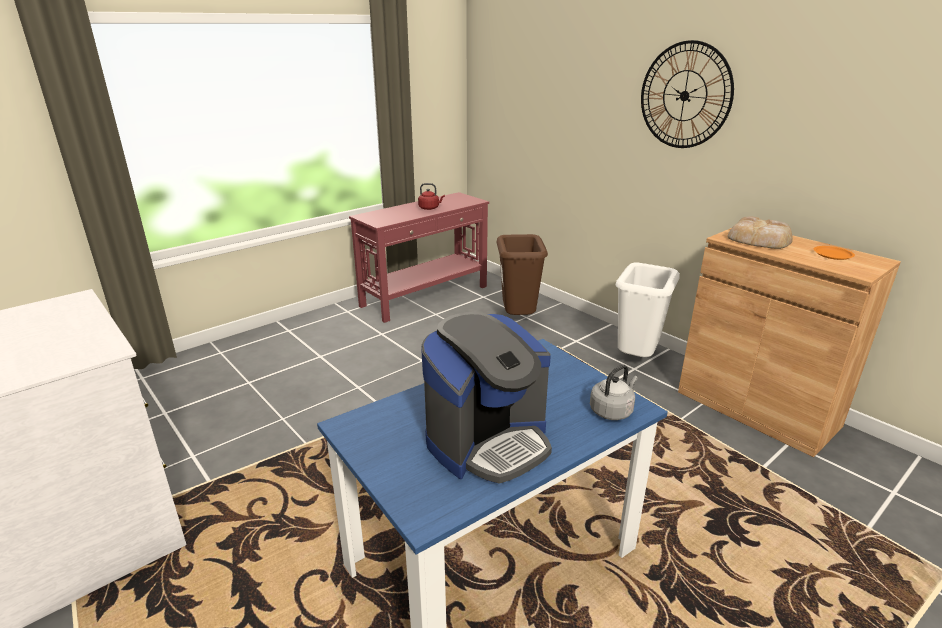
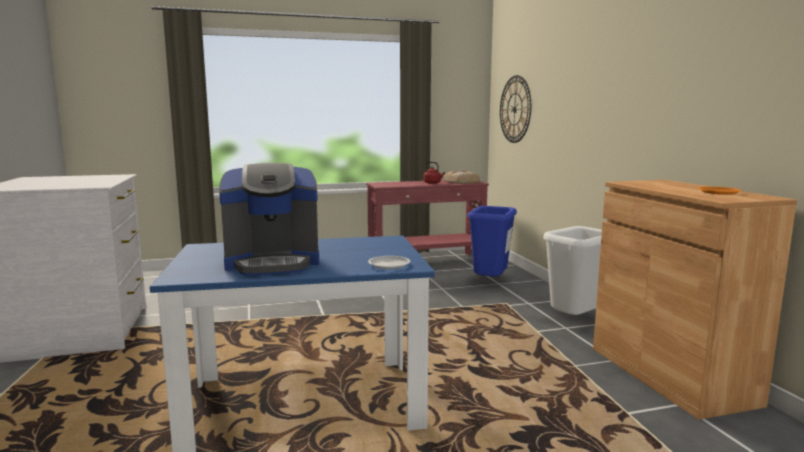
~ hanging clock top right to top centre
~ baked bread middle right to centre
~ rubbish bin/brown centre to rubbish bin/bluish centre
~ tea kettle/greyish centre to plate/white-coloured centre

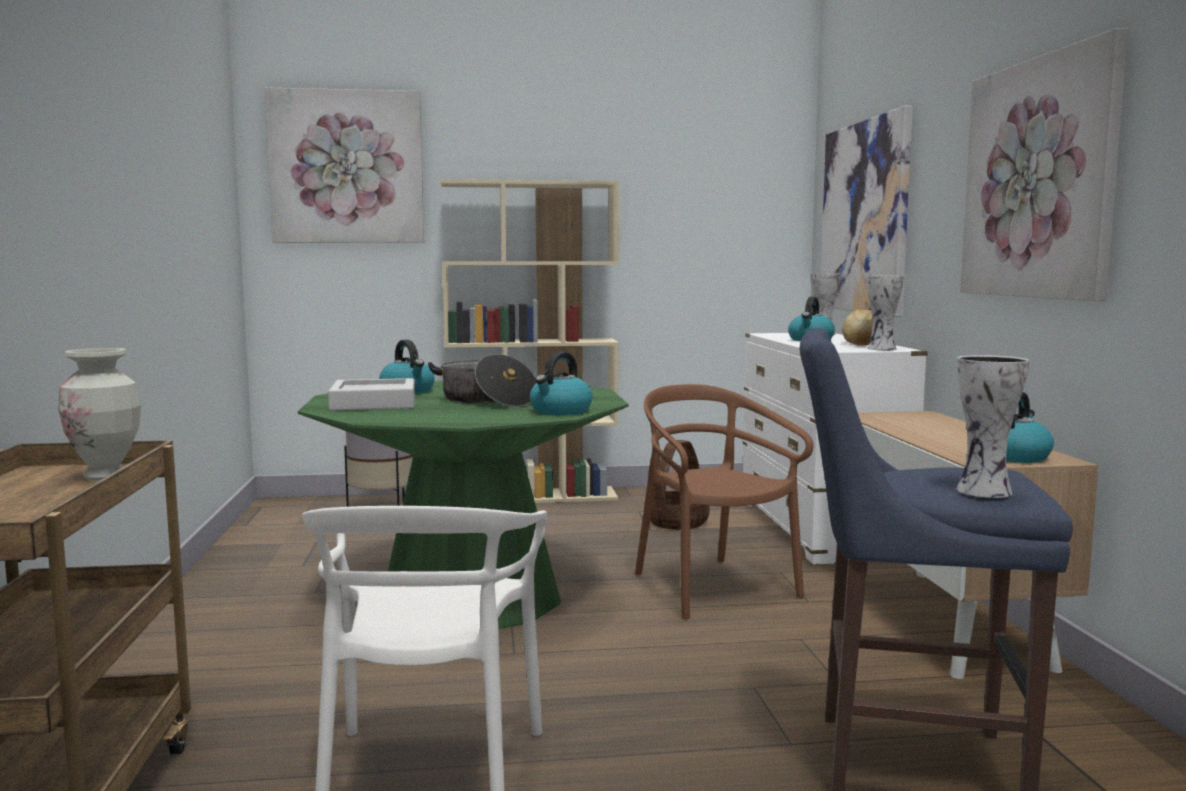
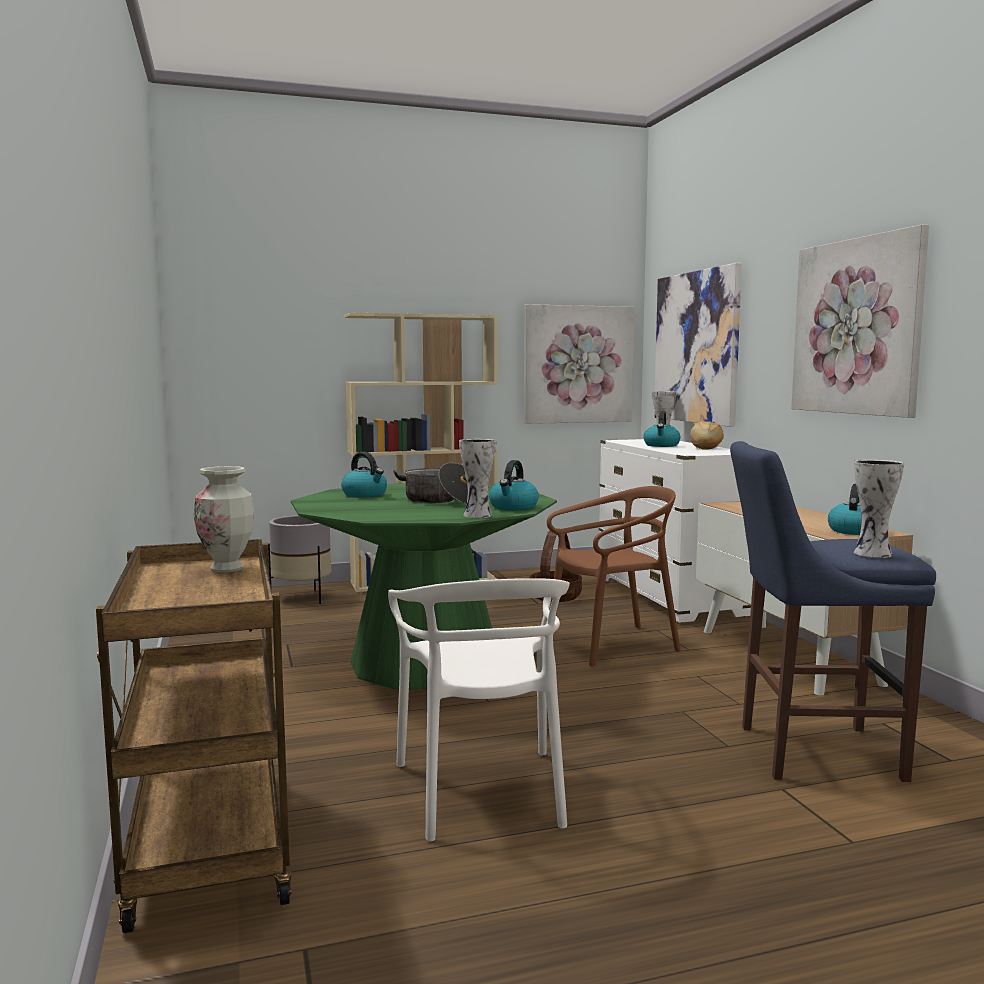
~ wall art (1st from left) top left to centre
~ flower vase (3rd from left in the first image) middle right to flower vase (2nd from left) centre
- serving tray/greyish middle left
~ plain chair/brown centre = centre 105 degrees clockwise

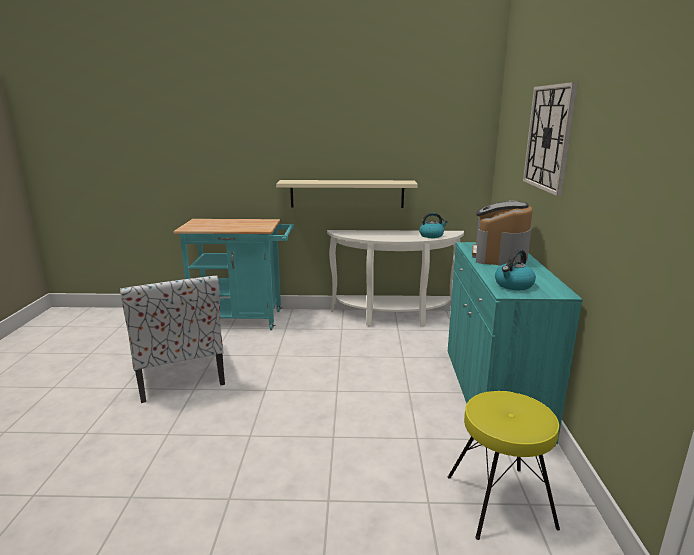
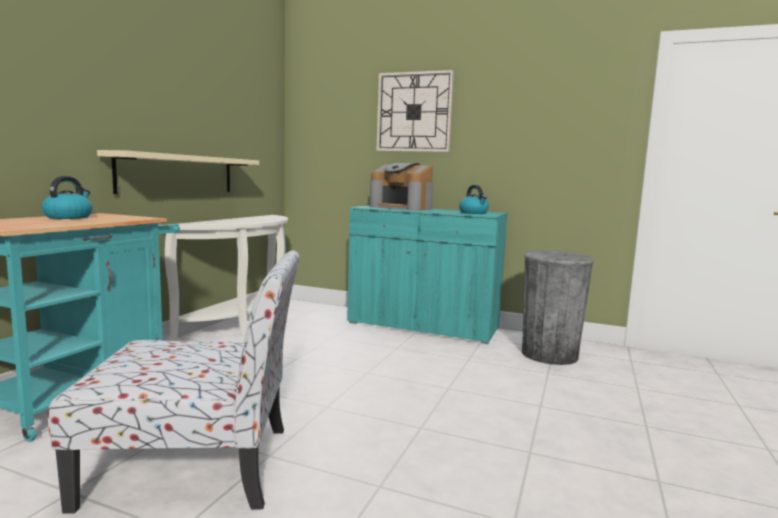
~ tea kettle (1st from left) centre to middle left
~ sitting stool/yellowish bottom right to rubbish bin/greyish middle right

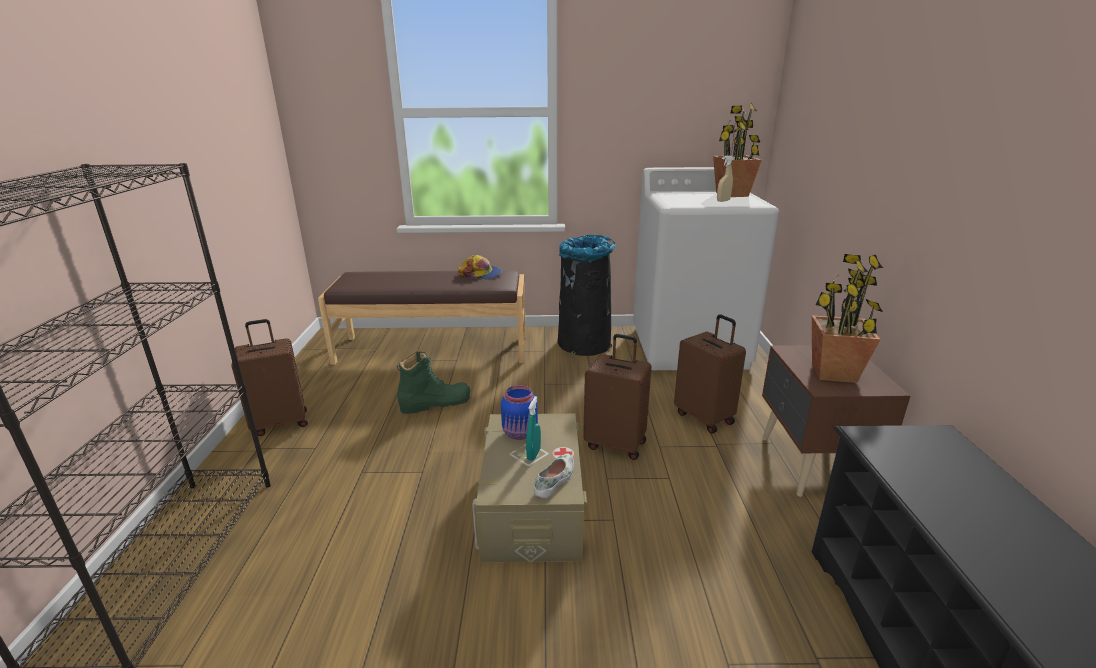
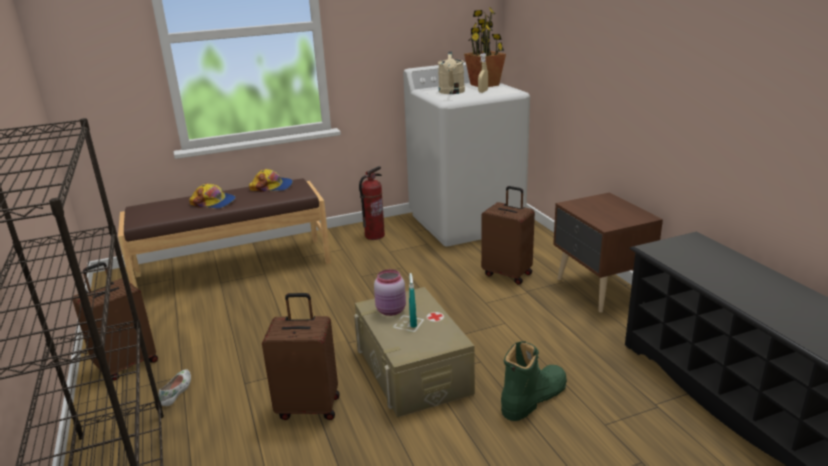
~ rubbish bin/blackish centre to fire extinguisher centre
- plant in a pot (2nd from left) middle right
~ travel case/brown (2nd from left) centre to bottom centre
~ tall boot/green centre to bottom centre
~ storage jar/bluish centre to storage jar/pinkish centre
~ low shoe/white-coloured bottom centre to bottom left
+ watering can/beige-coloured top centre
+ peaked cap (1st from left) middle left

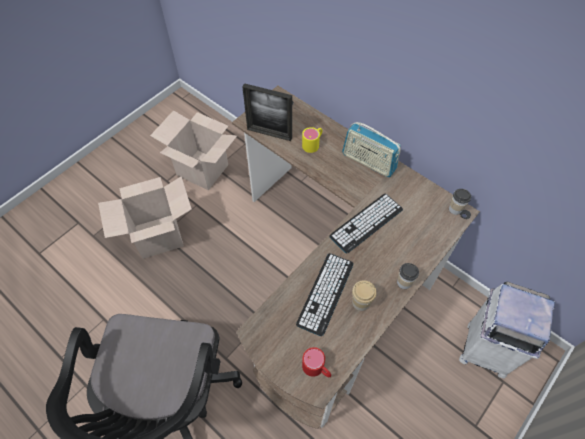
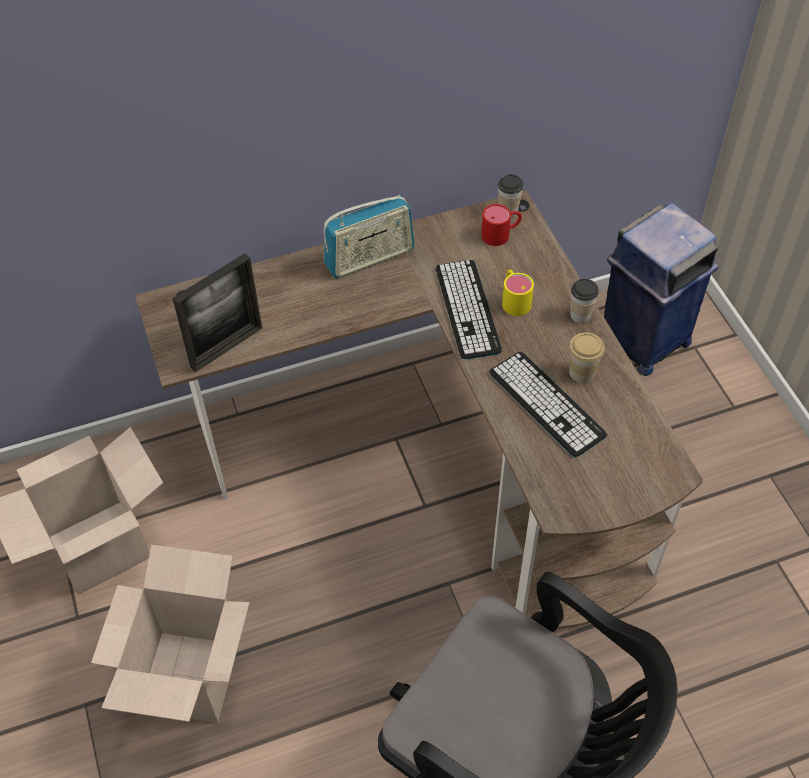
~ tea mug/yellowish top centre to centre
~ rubbish bin/white-coloured bottom right to rubbish bin/bluish middle right
~ tea mug/reddish bottom centre to top centre

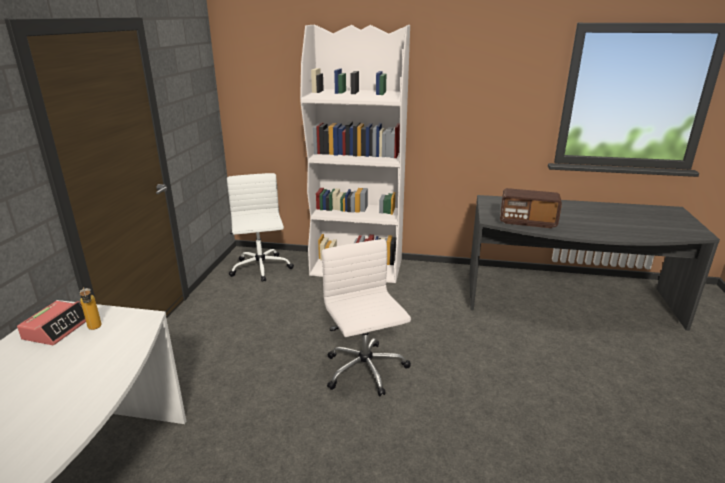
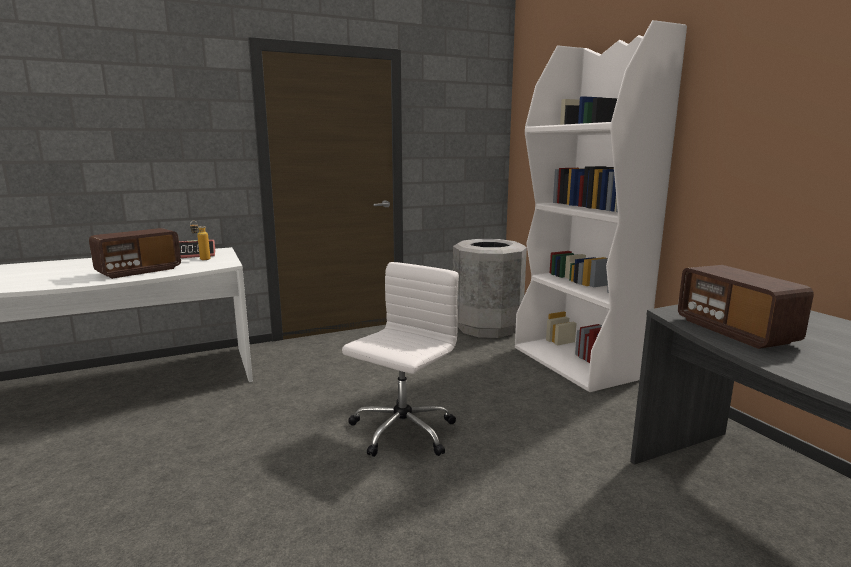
~ desk chair/white-coloured (1st from left) centre to rubbish bin/greyish centre
+ radio (1st from left) middle left

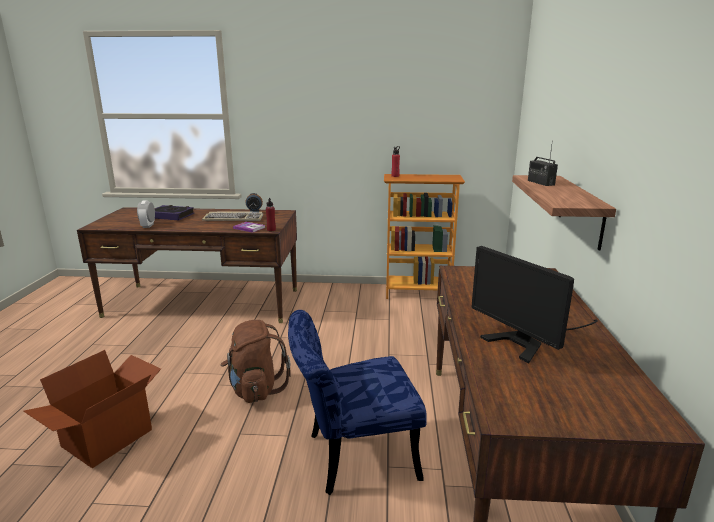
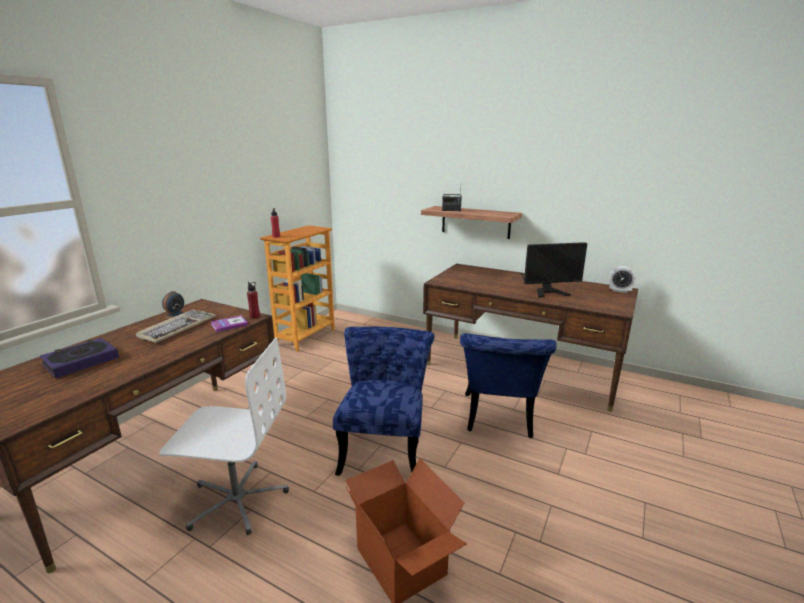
~ alarm clock (1st from left in the first image) middle left to alarm clock (2nd from left) middle right
~ backpack/brown bottom centre to plain chair/bluish (1st from left) centre
+ desk chair/white-coloured bottom left

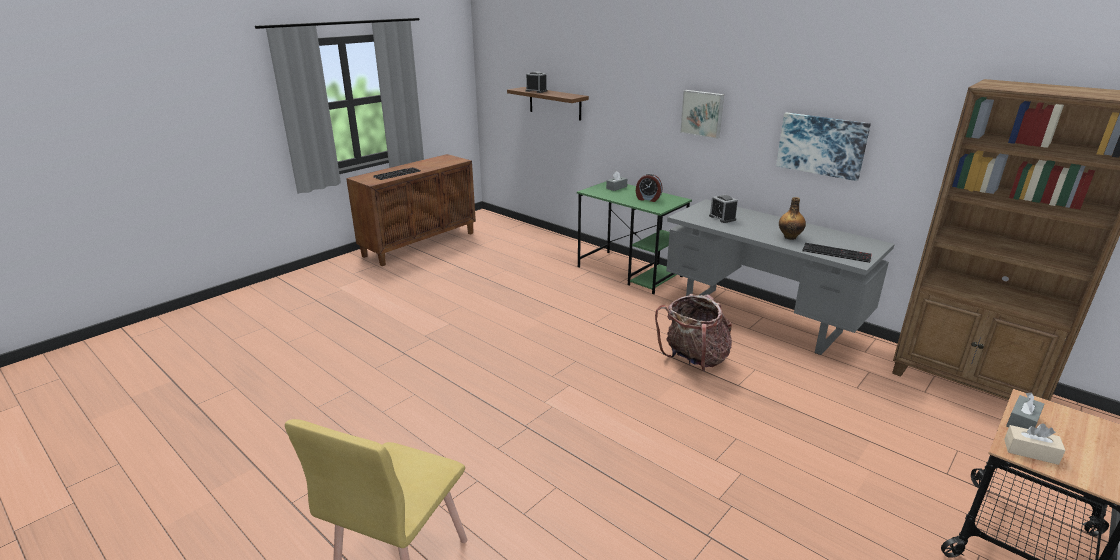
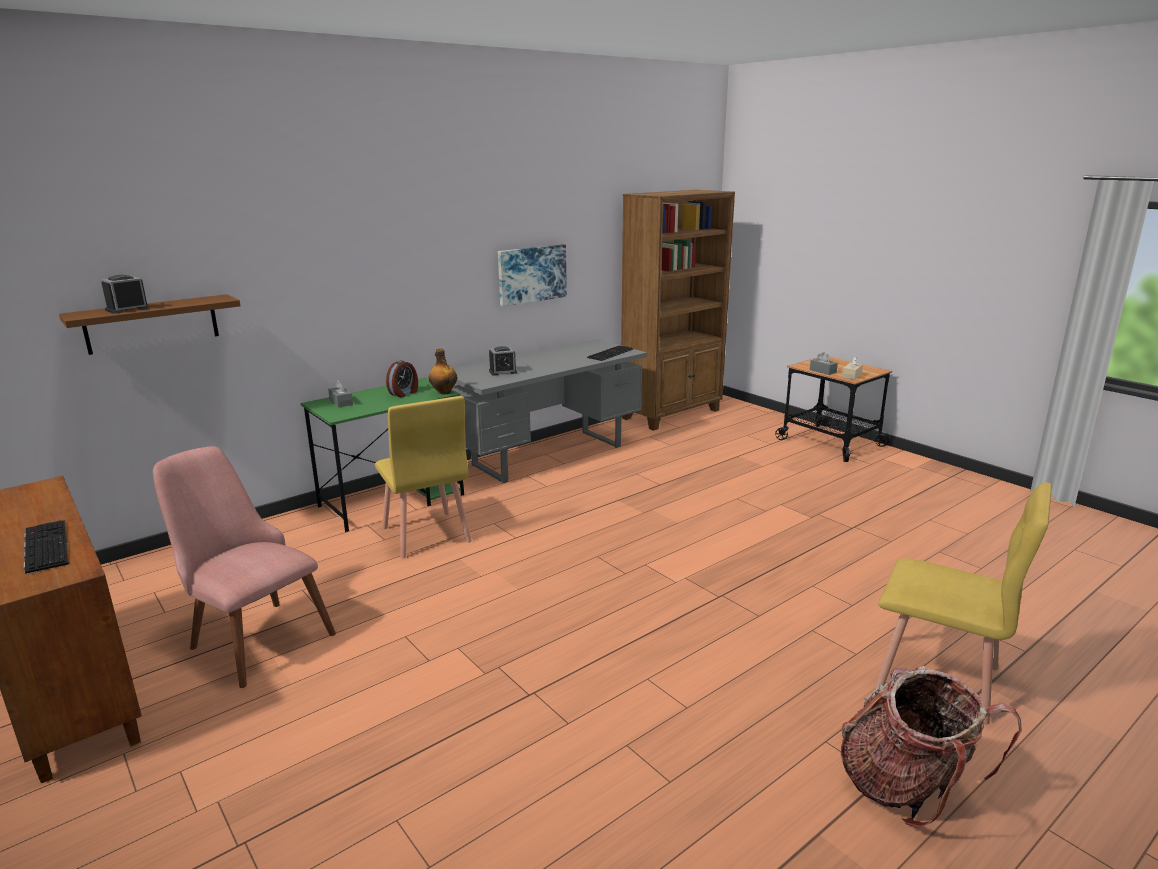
- wall art (1st from left) top centre
~ bottle middle right to centre
~ backpack centre to bottom right
+ plain chair/yellowish (1st from left) centre
+ plain chair/pinkish middle left

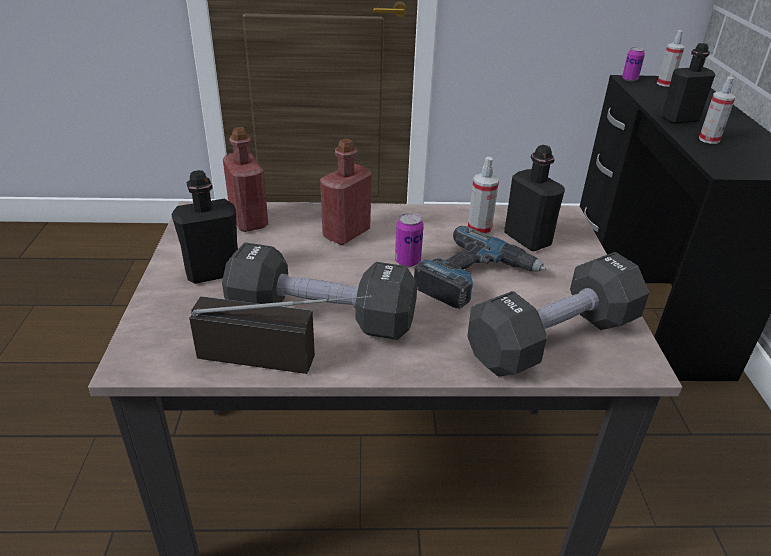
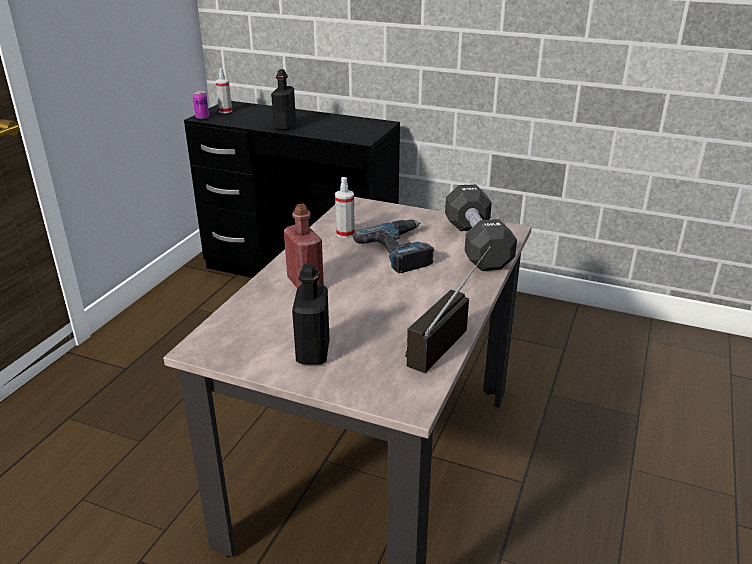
- hand sprayer (3rd from left) top right
- bottle/reddish (1st from left) top left
- bottle/blackish (2nd from left) middle right
- metal can (1st from left) centre
- hand weight/blackish (1st from left) centre

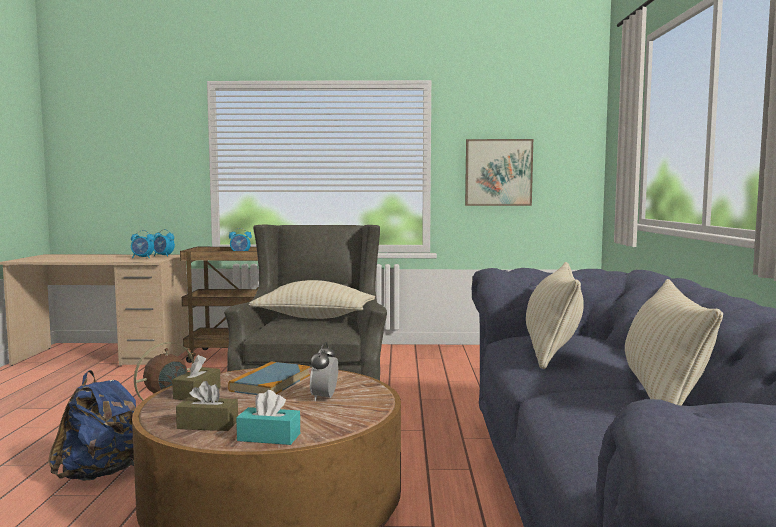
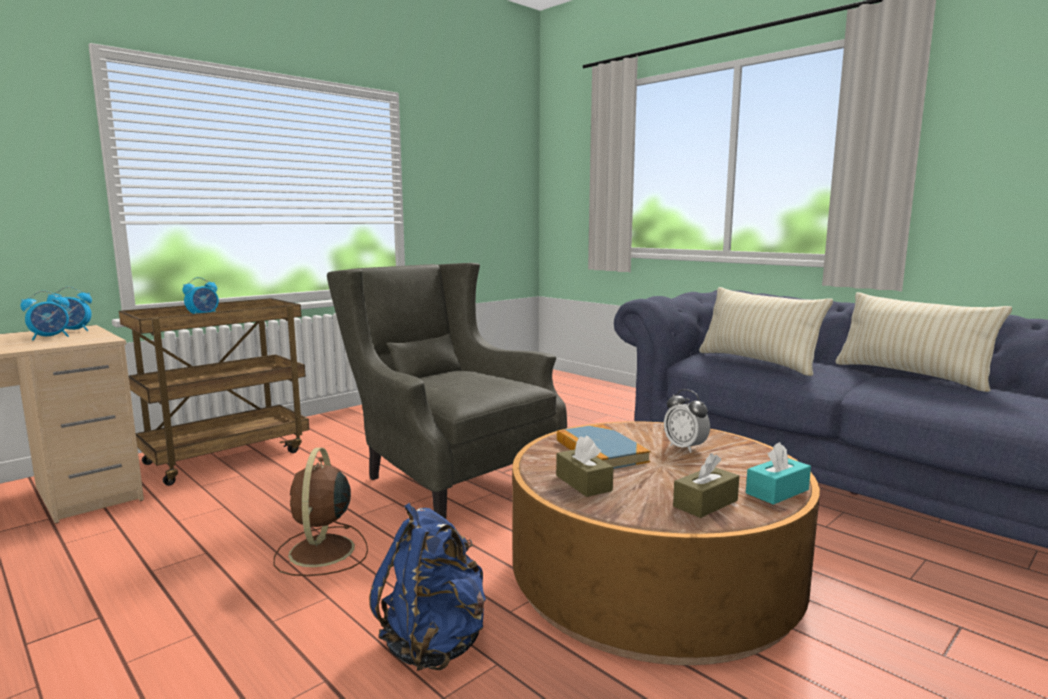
- wall art top centre
- pillow/beige-coloured (1st from left) centre

